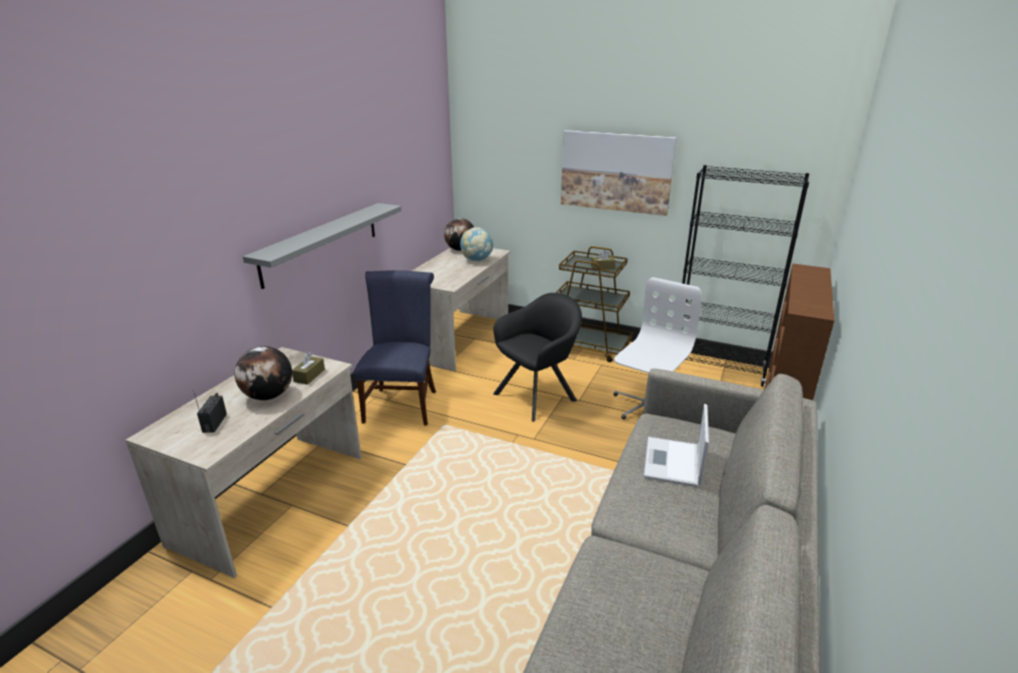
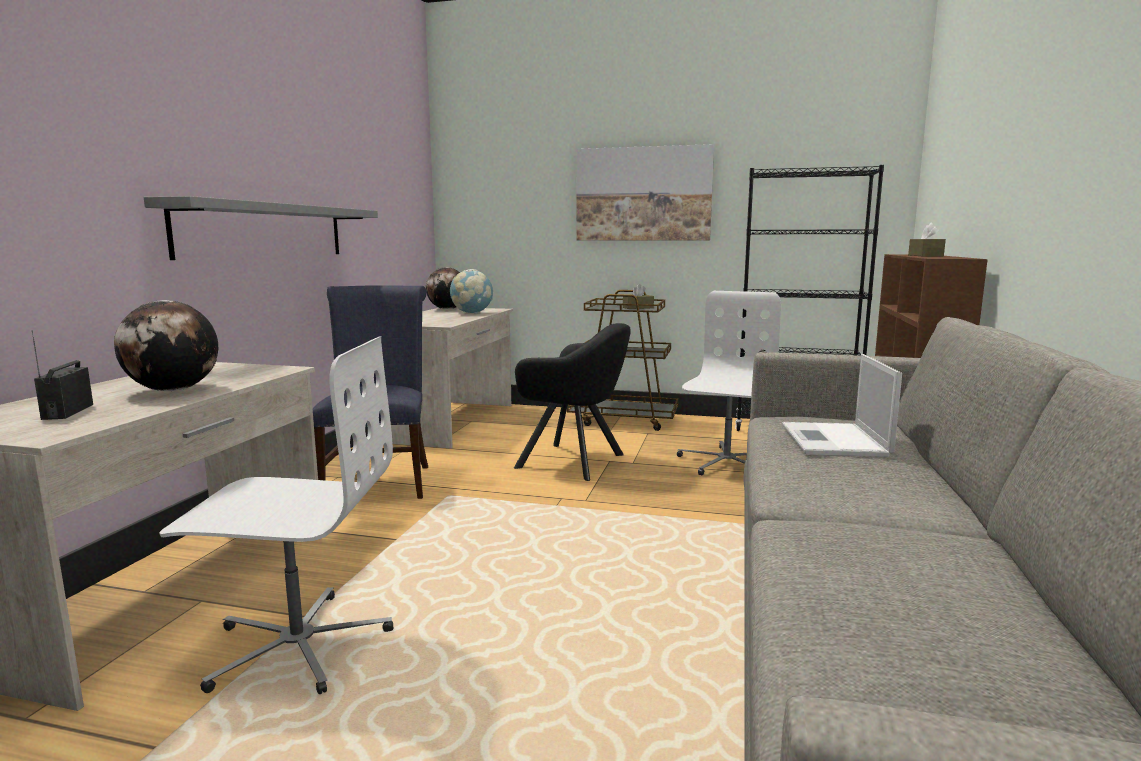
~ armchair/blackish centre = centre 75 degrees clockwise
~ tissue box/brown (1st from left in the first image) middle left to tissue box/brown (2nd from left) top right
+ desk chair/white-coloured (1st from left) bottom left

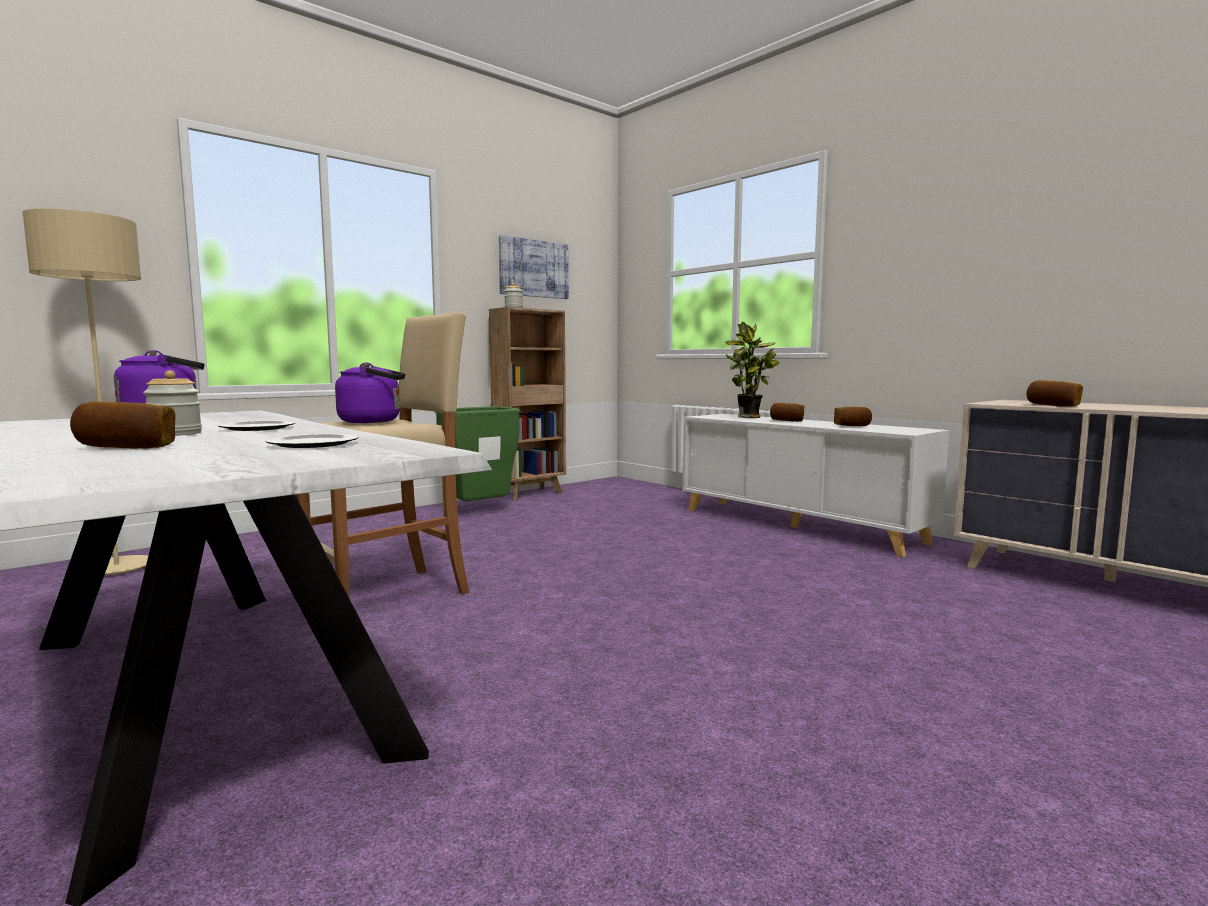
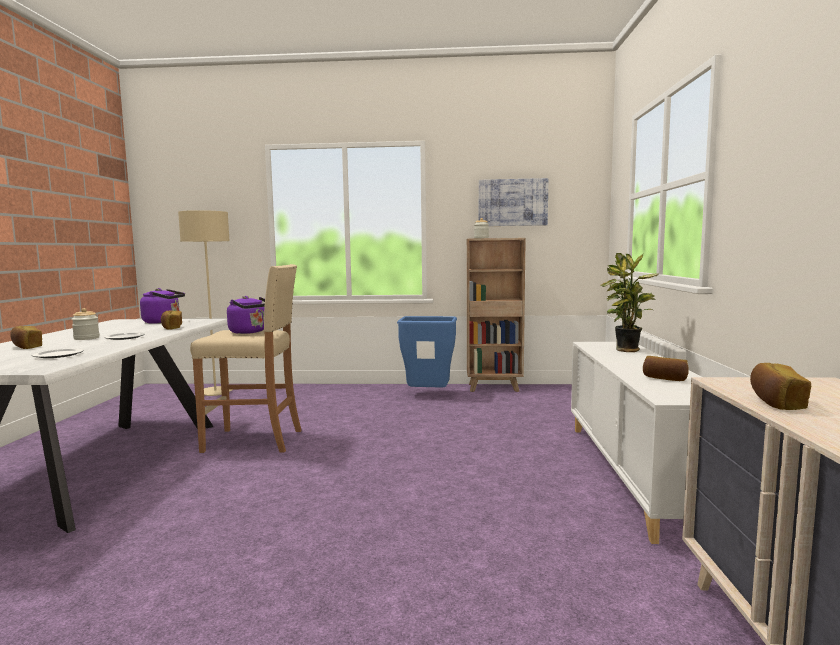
~ baked bread (2nd from left) centre to middle left
~ rubbish bin/green centre to rubbish bin/bluish centre

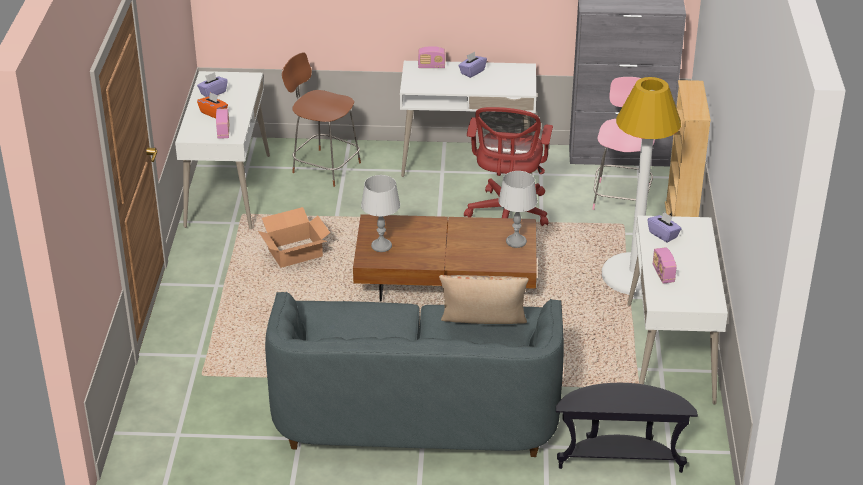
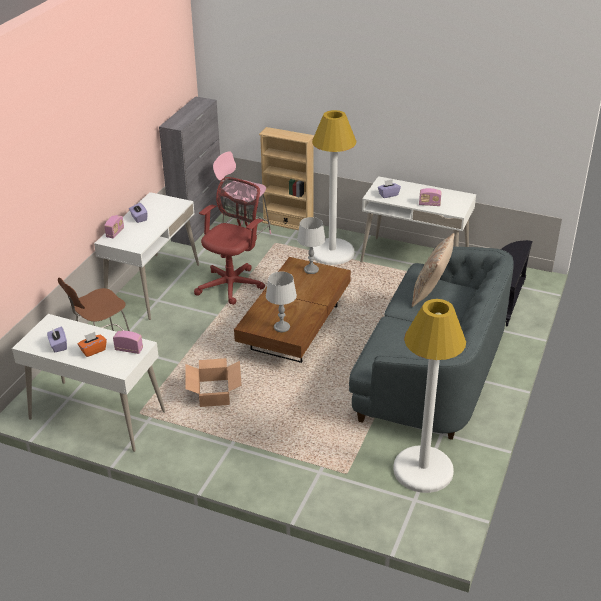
~ desk chair/reddish centre = centre 90 degrees counterclockwise
+ floor lamp/white-coloured (2nd from left) middle right

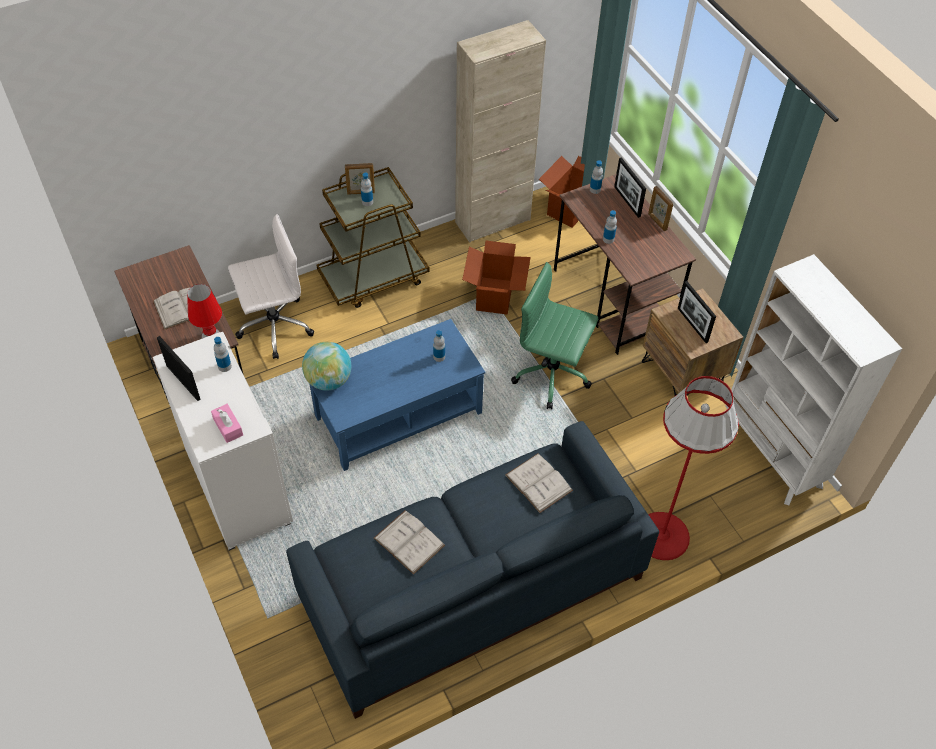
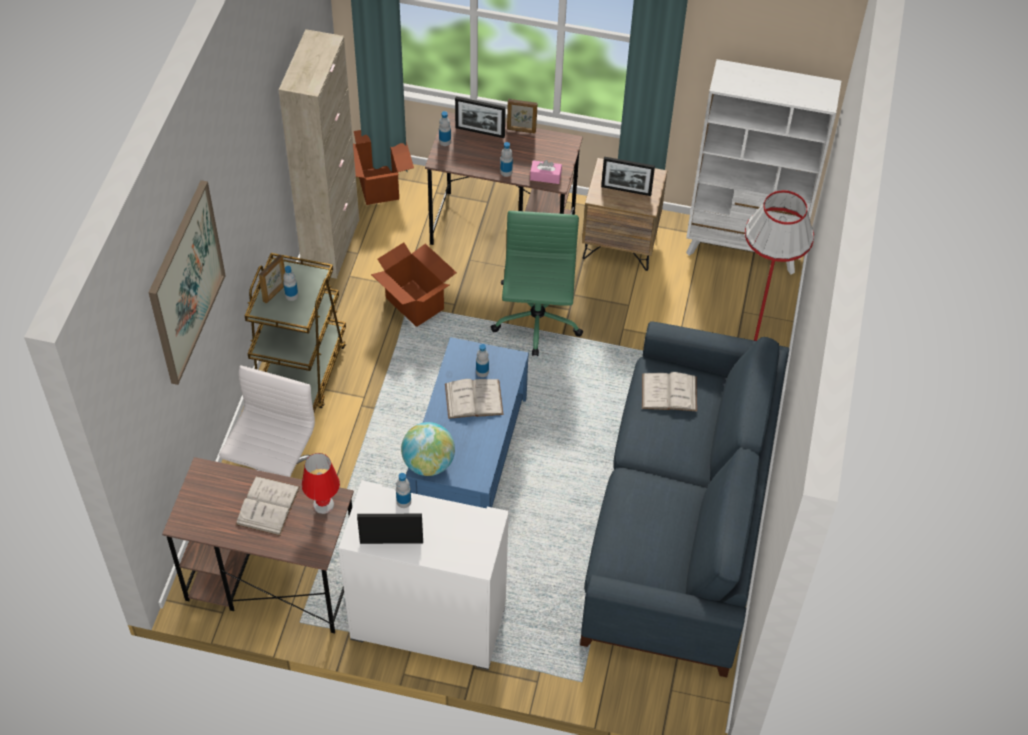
~ desk chair/green centre = centre 120 degrees clockwise
~ tissue box/pinkish middle left to top centre
~ book/white-coloured (2nd from left) bottom centre to centre
+ wall art middle left

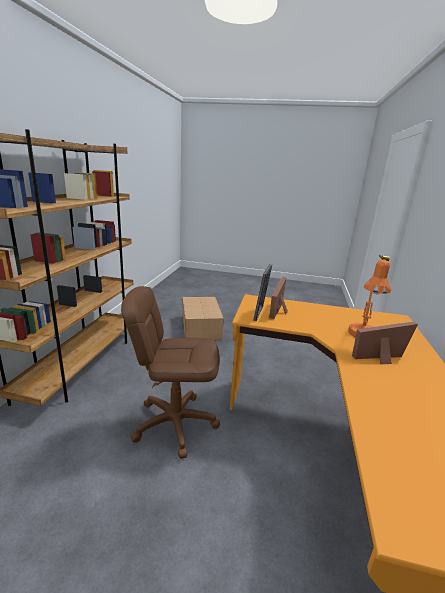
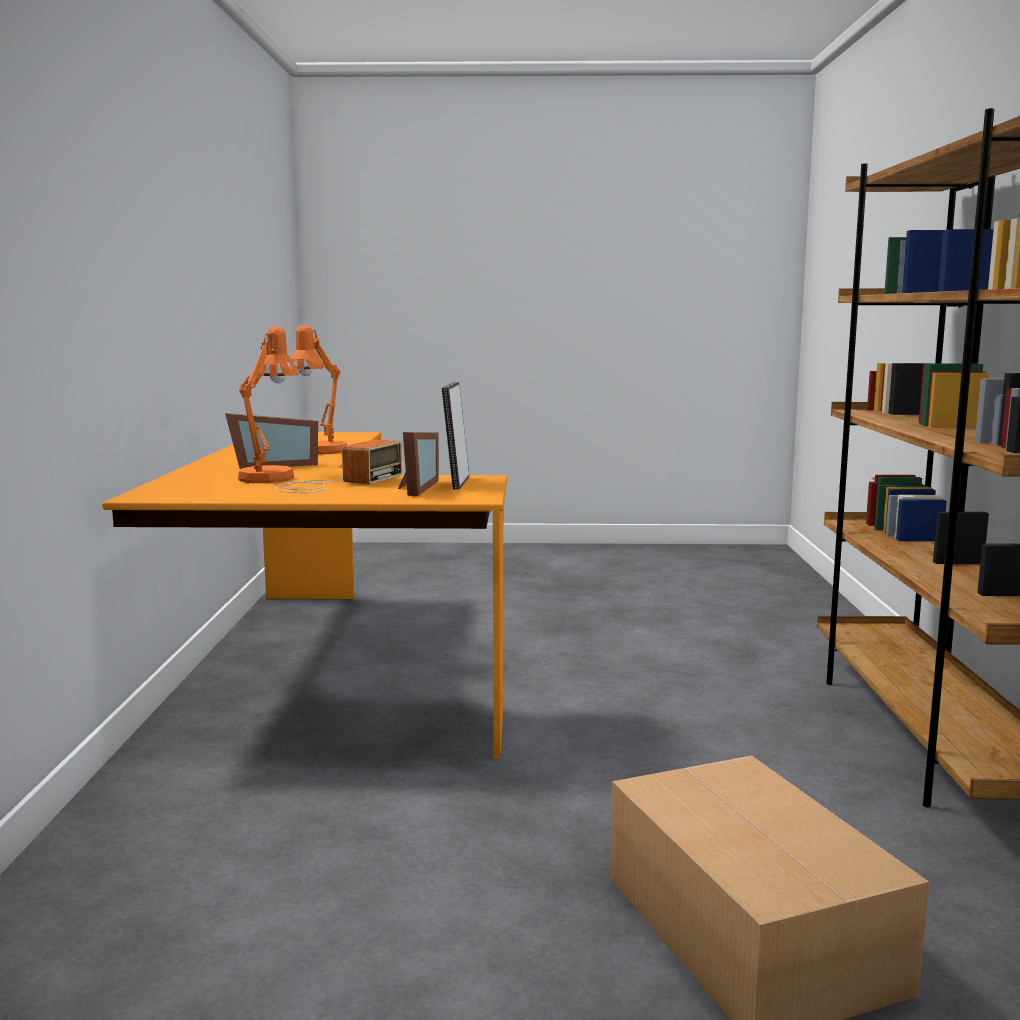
- desk chair/brown centre
+ tabletop lamp/orangey (2nd from left) middle left
+ radio middle left

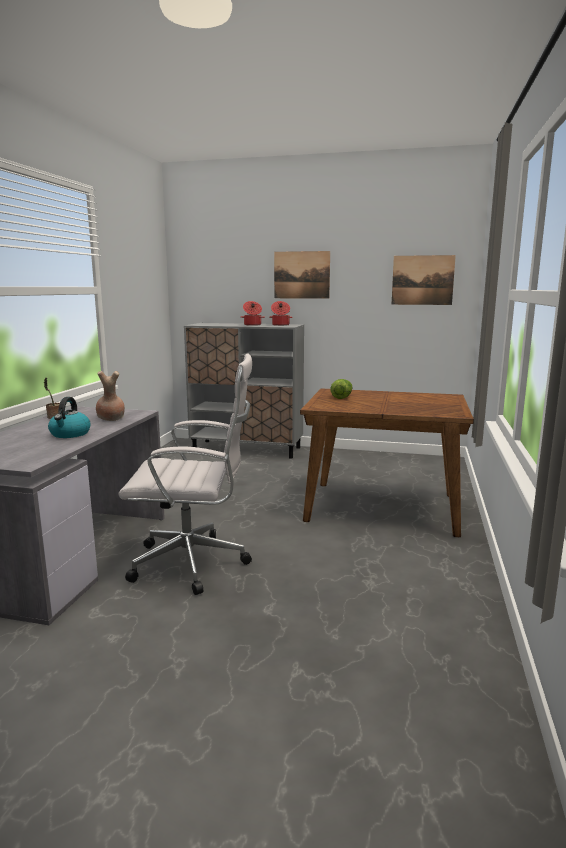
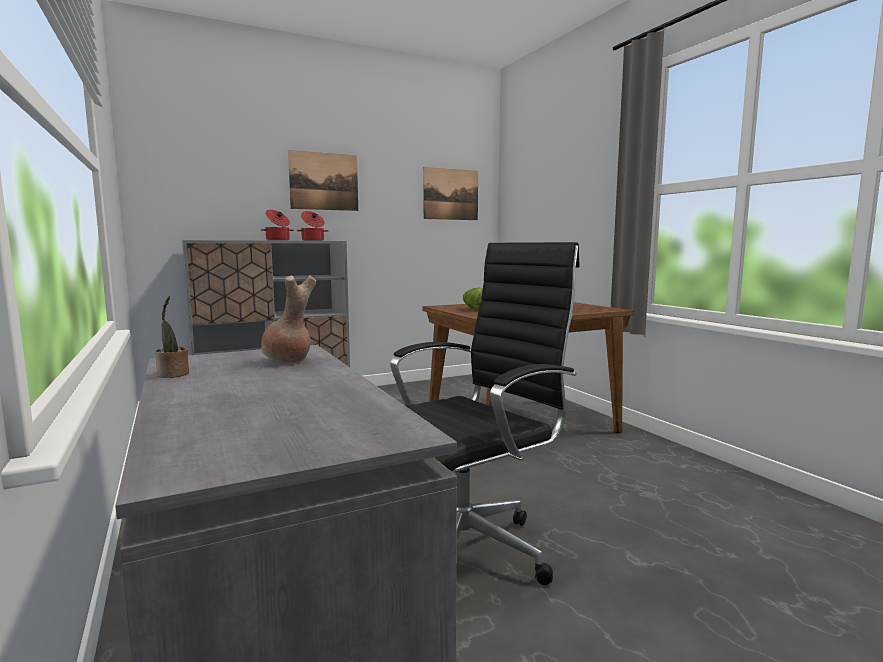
~ desk chair/white-coloured middle left to desk chair/blackish centre
- tea kettle middle left

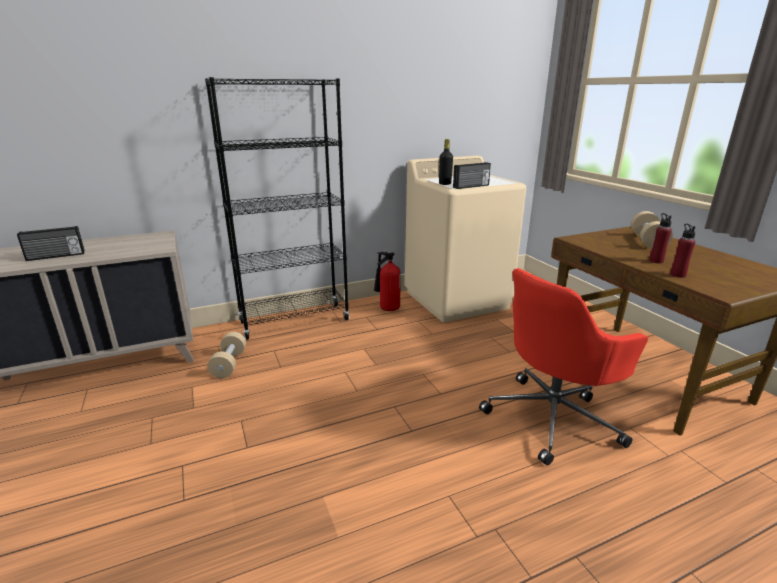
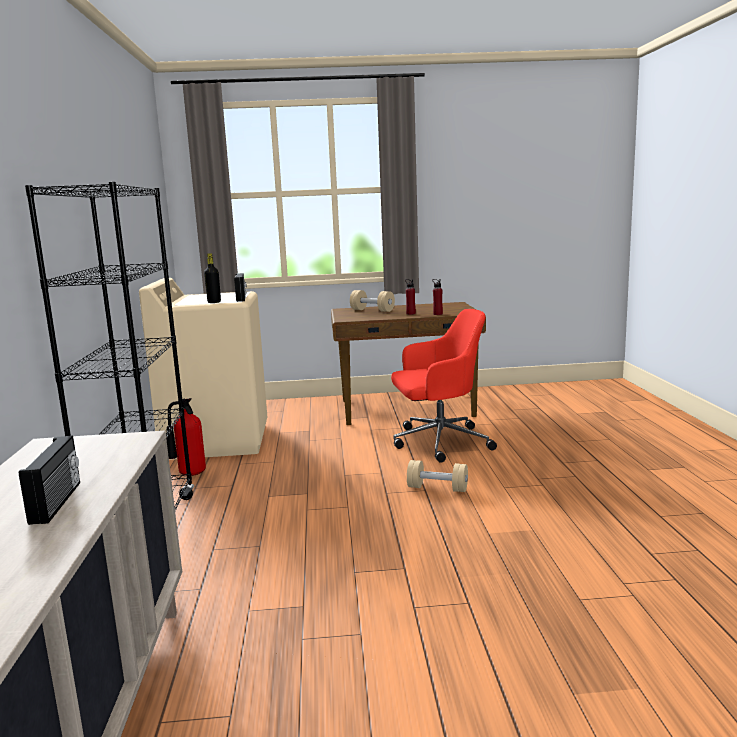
~ desk chair/reddish middle right = centre 90 degrees counterclockwise
~ hand weight/beige-coloured (1st from left in the first image) middle left to hand weight/beige-coloured (2nd from left) centre

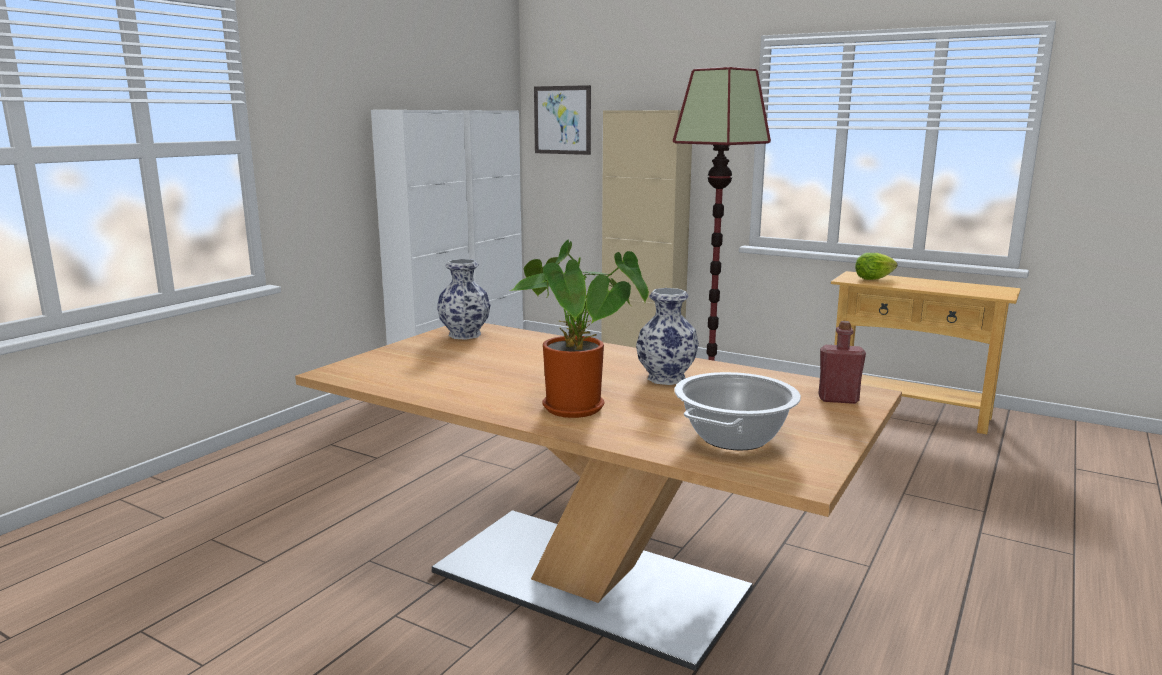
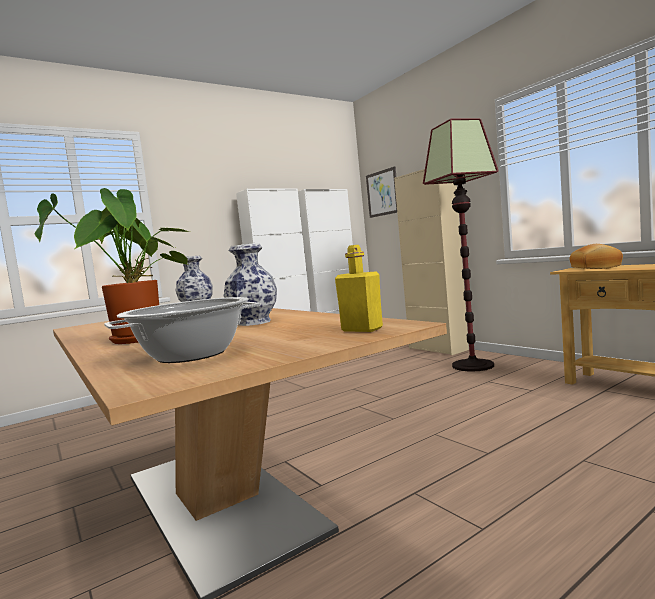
~ lettuce head middle right to baked bread middle right
~ bottle/reddish middle right to bottle/yellowish centre

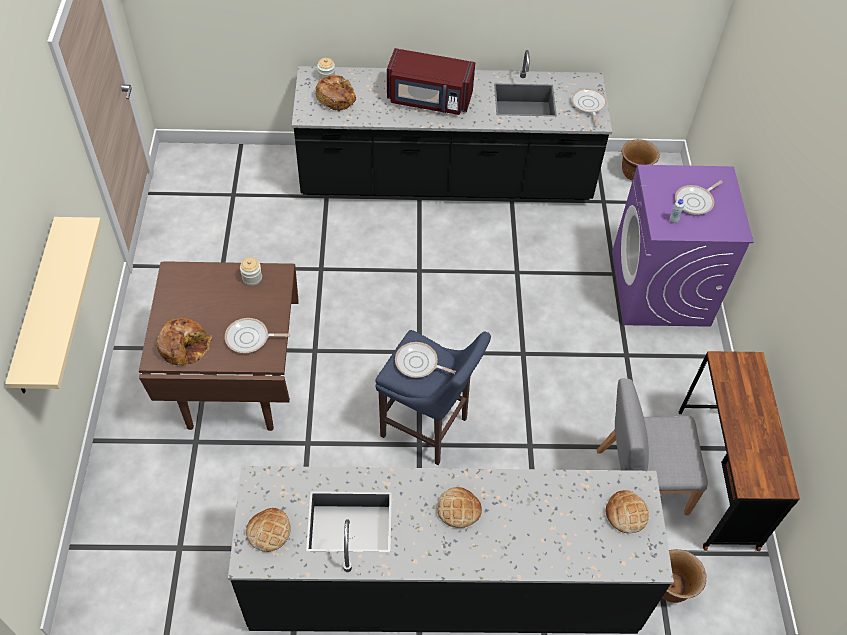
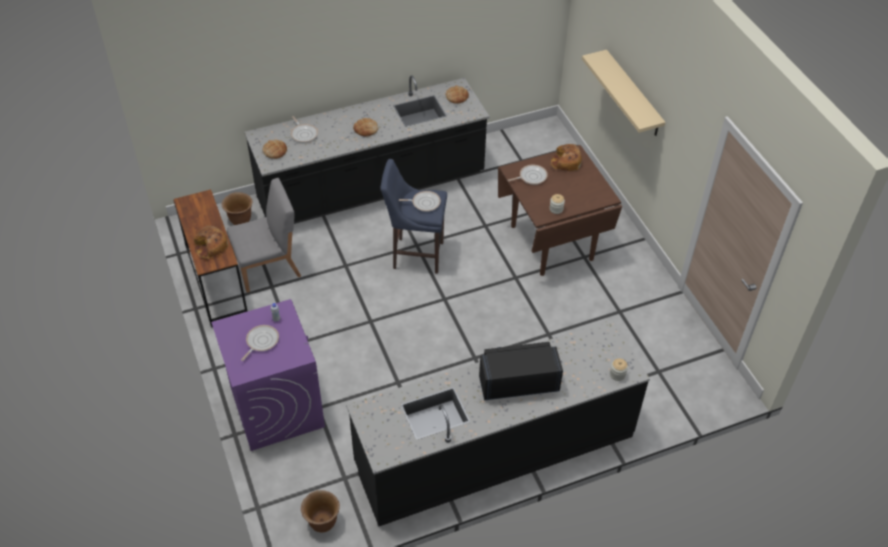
~ kitchen microwave/reddish top centre to kitchen microwave/blackish bottom centre
~ baked bread (3rd from left in the first image) top centre to baked bread (1st from left) middle left
~ pan (3rd from left in the first image) top right to pan (2nd from left) top centre

